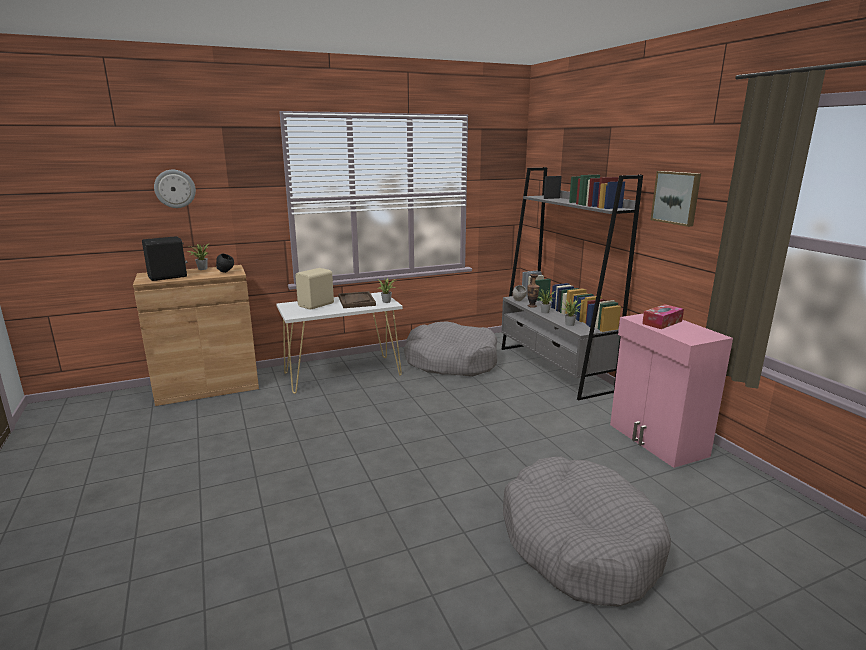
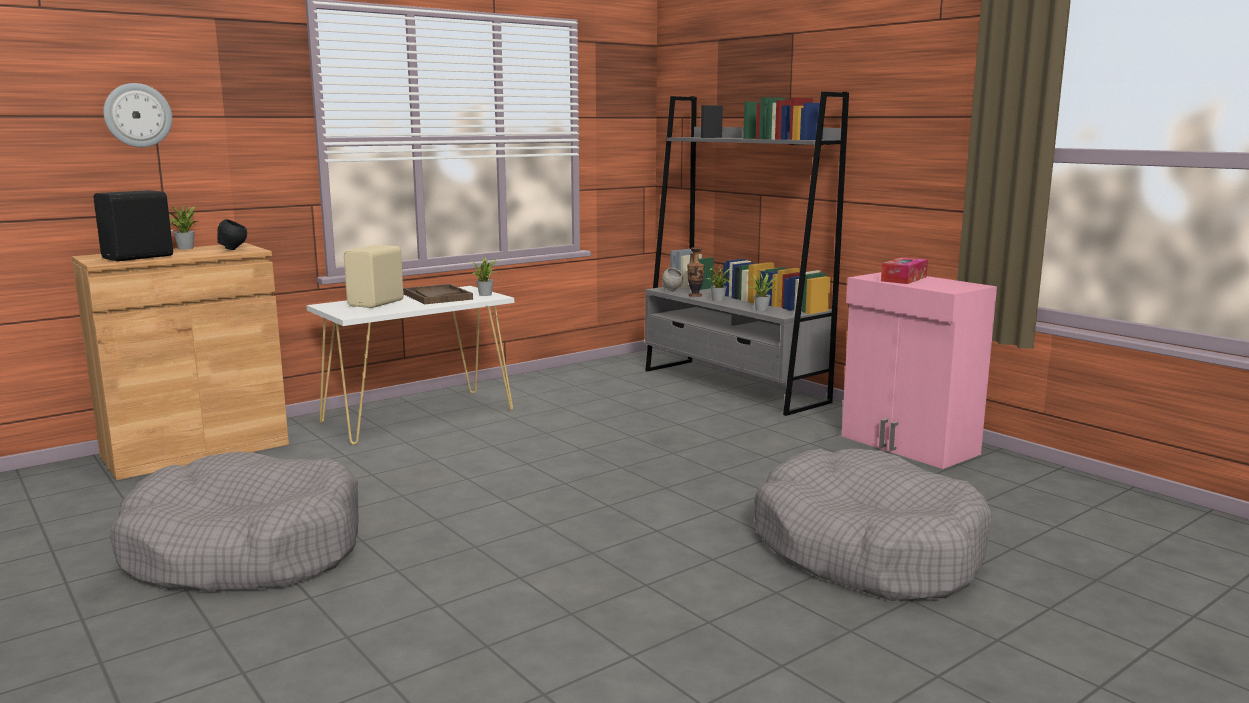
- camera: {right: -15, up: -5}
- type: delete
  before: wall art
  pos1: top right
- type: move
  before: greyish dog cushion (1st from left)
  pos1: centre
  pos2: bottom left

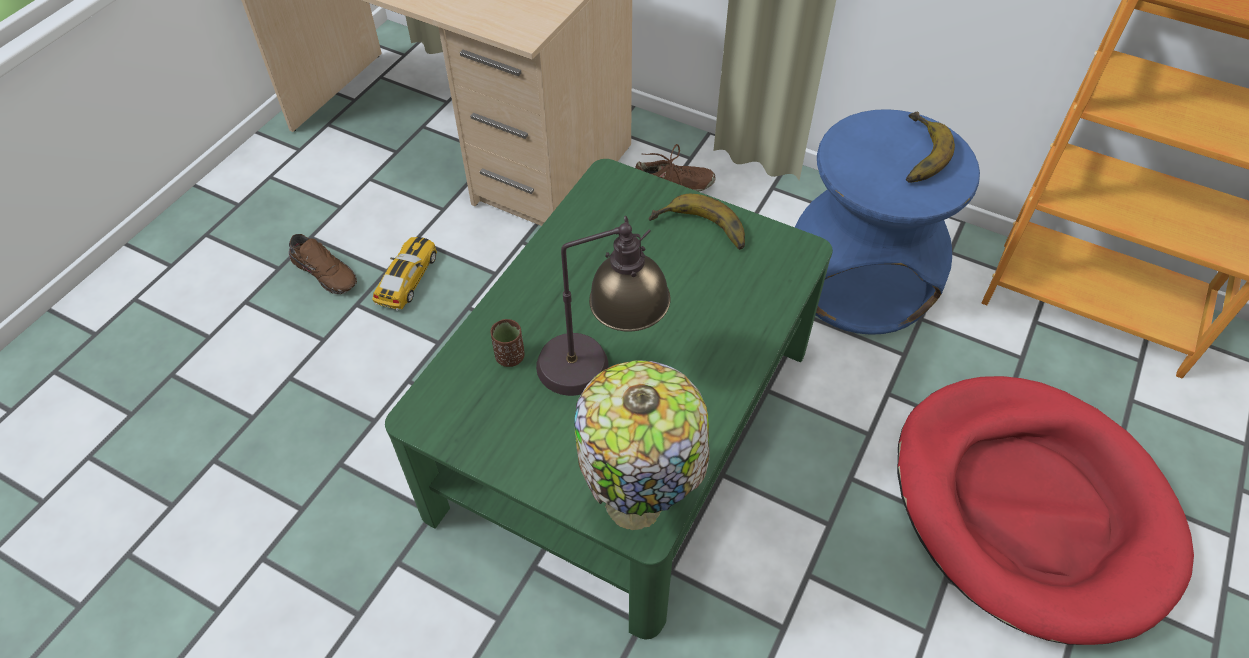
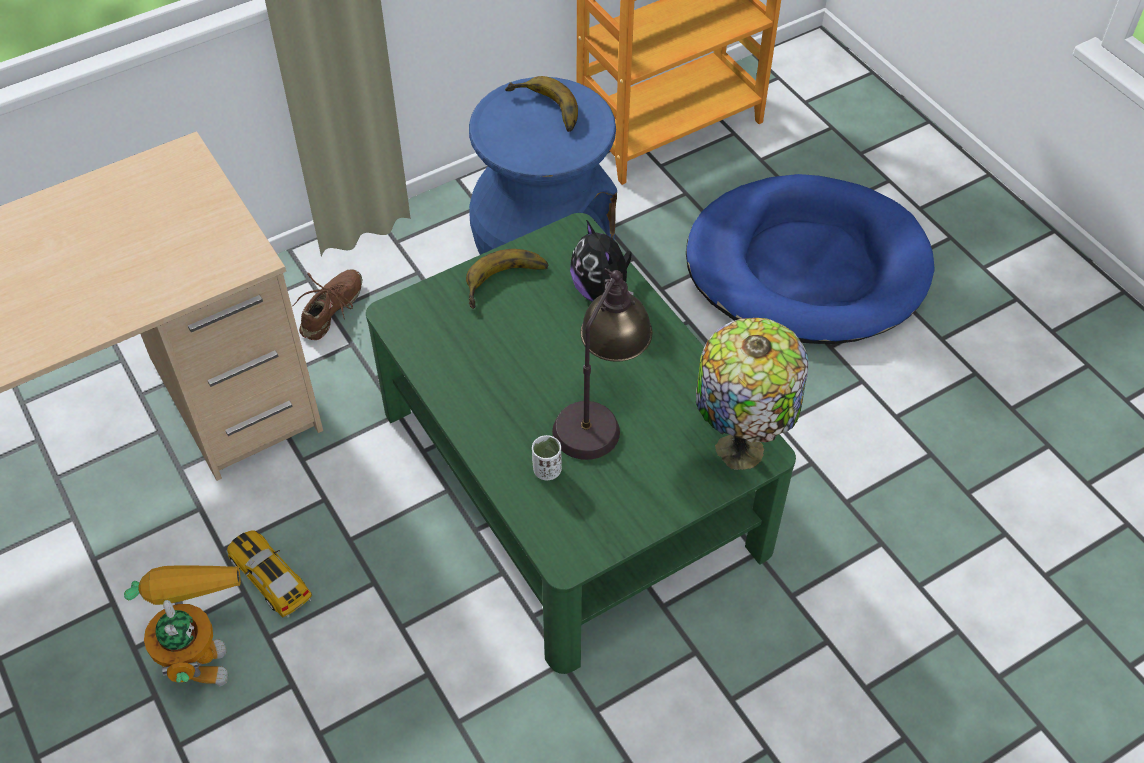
- camera: {right: -60, up: 0}
- type: insert
  after: soft toy
  pos2: centre
- type: replace
  before: brown-coloured shoe (1st from left)
  after: model robot
  pos1: middle left
  pos2: bottom left
- type: recolor
  before: brown-coloured cup
  after: white-coloured cup
  pos1: centre
  pos2: centre
- type: recolor
  before: red-coloured dog cushion
  after: blue-coloured dog cushion
  pos1: bottom right
  pos2: middle right

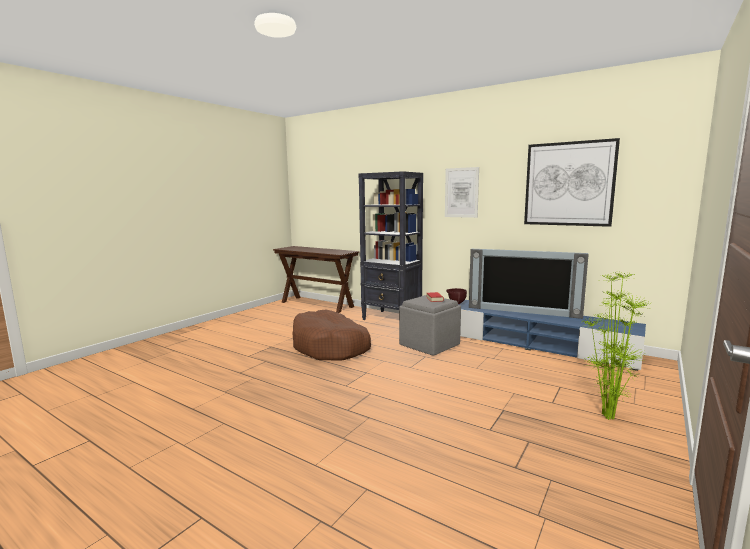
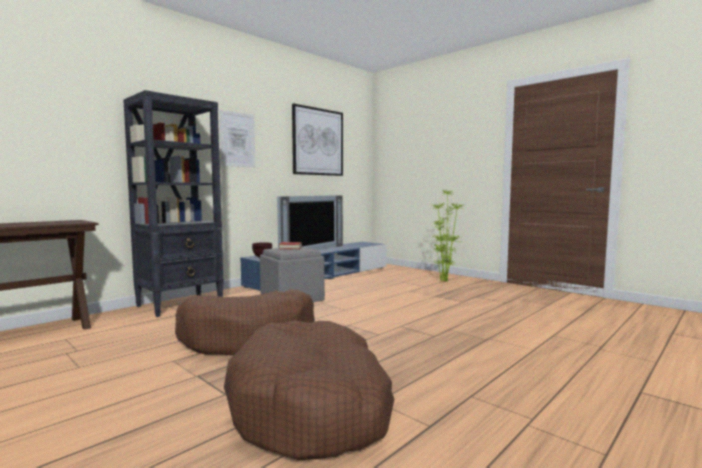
- camera: {right: -80, up: -5}
- type: insert
  after: brown-coloured dog cushion (2nd from left)
  pos2: bottom centre

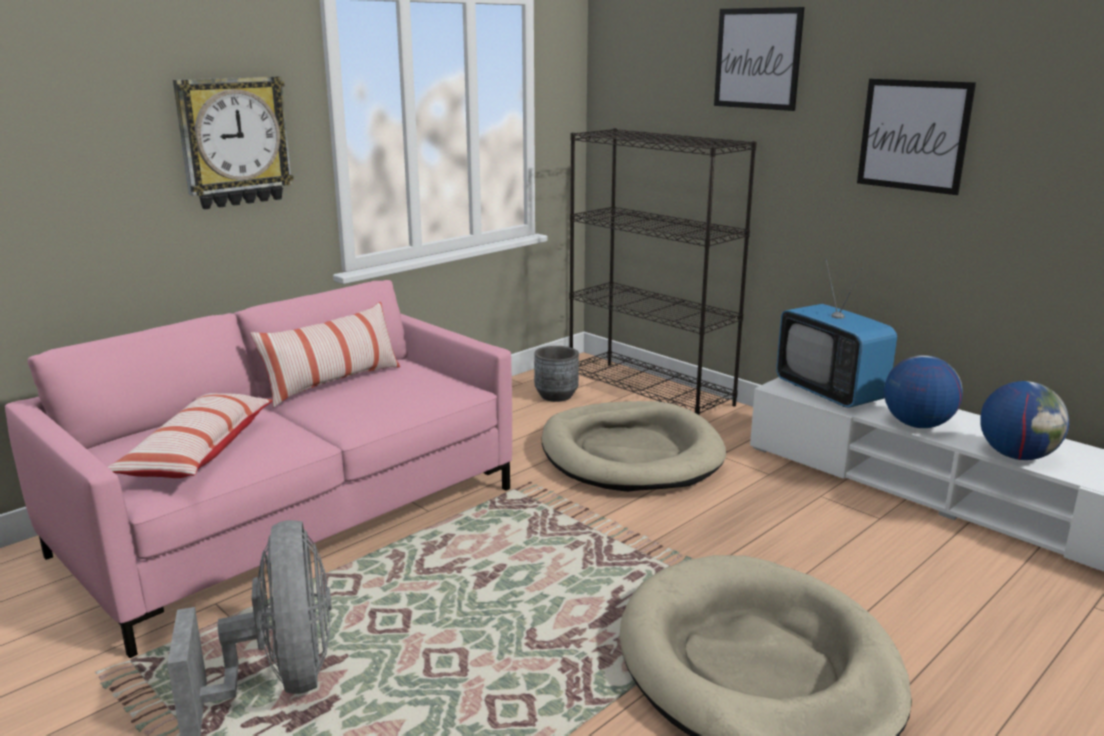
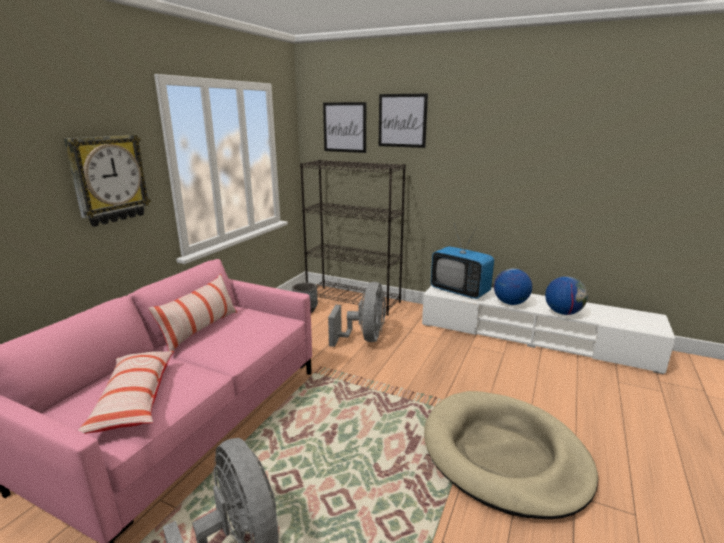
- camera: {right: -20, up: 0}
- type: move
  before: wall art (2nd from left in the first image)
  after: wall art (1st from left)
  pos1: top right
  pos2: top centre
- type: replace
  before: sand-coloured dog cushion (1st from left)
  after: greyish electric fan (2nd from left)
  pos1: centre
  pos2: centre

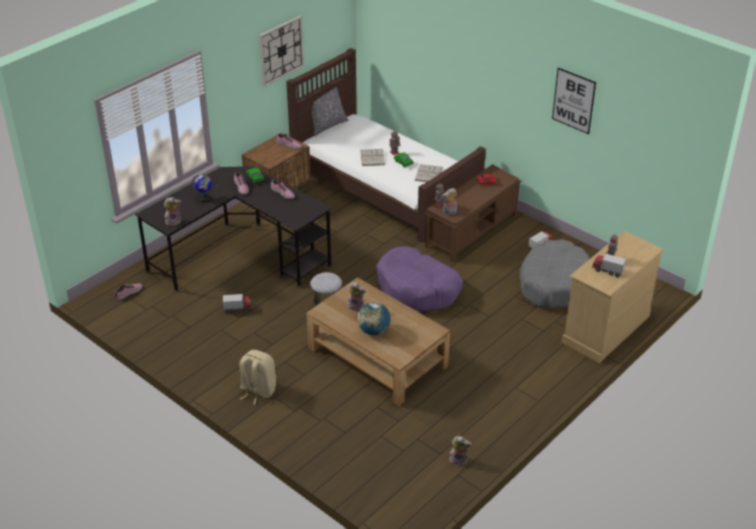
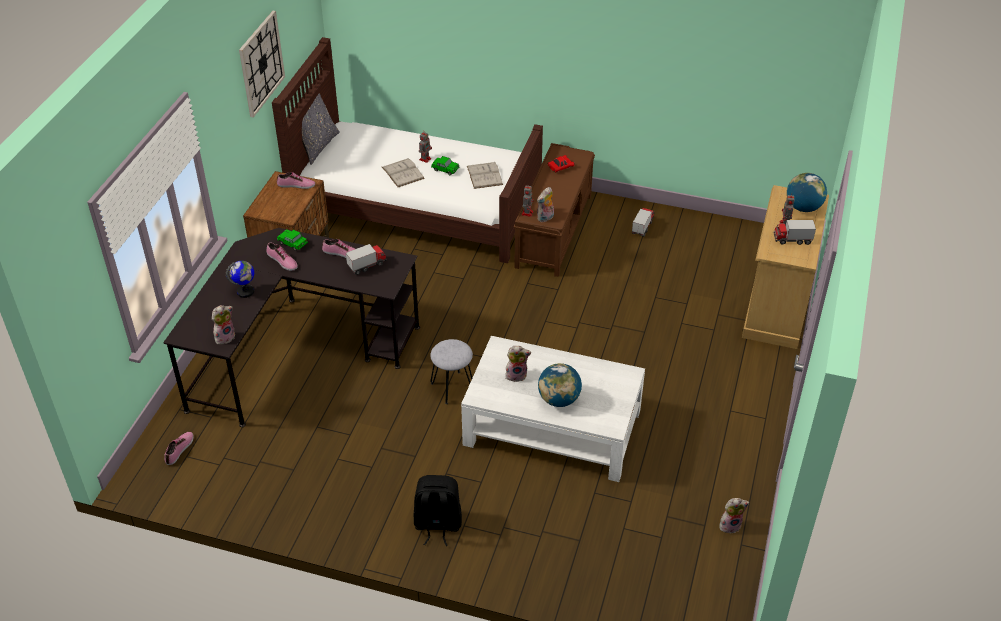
- camera: {right: -25, up: 5}
- type: delete
  before: purple dog cushion
  pos1: centre
- type: delete
  before: greyish dog cushion
  pos1: middle right
- type: delete
  before: wall art
  pos1: top right
- type: insert
  after: globe (3rd from left)
  pos2: top right
- type: move
  before: model truck (1st from left)
  pos1: middle left
  pos2: centre
- type: recolor
  before: sand-coloured backpack
  after: black-coloured backpack
  pos1: bottom centre
  pos2: bottom centre
- type: recolor
  before: brown-coloured coffee table
  after: white-coloured coffee table
  pos1: centre
  pos2: centre

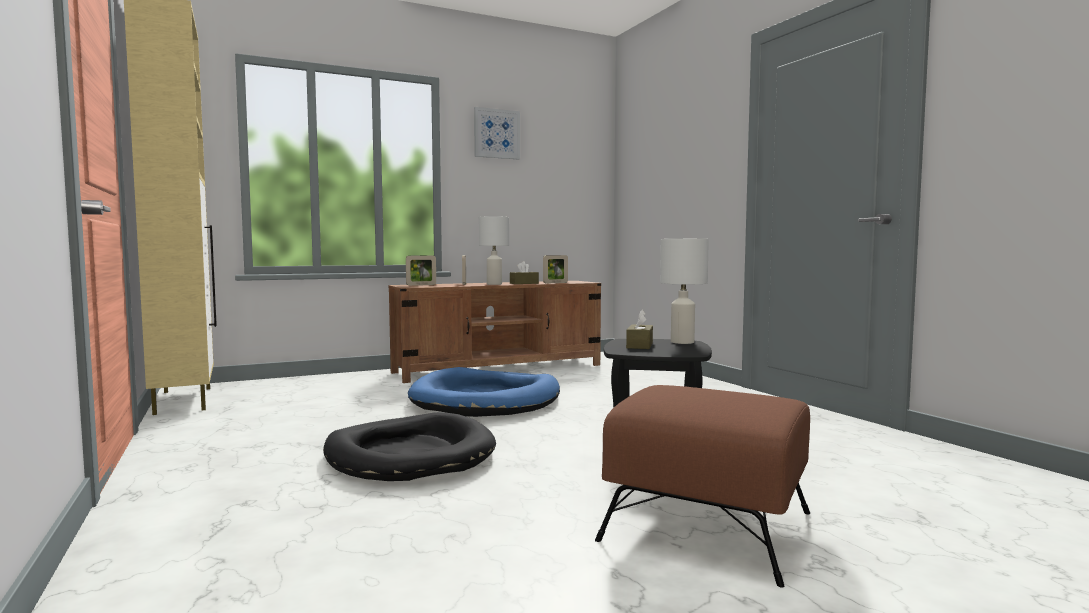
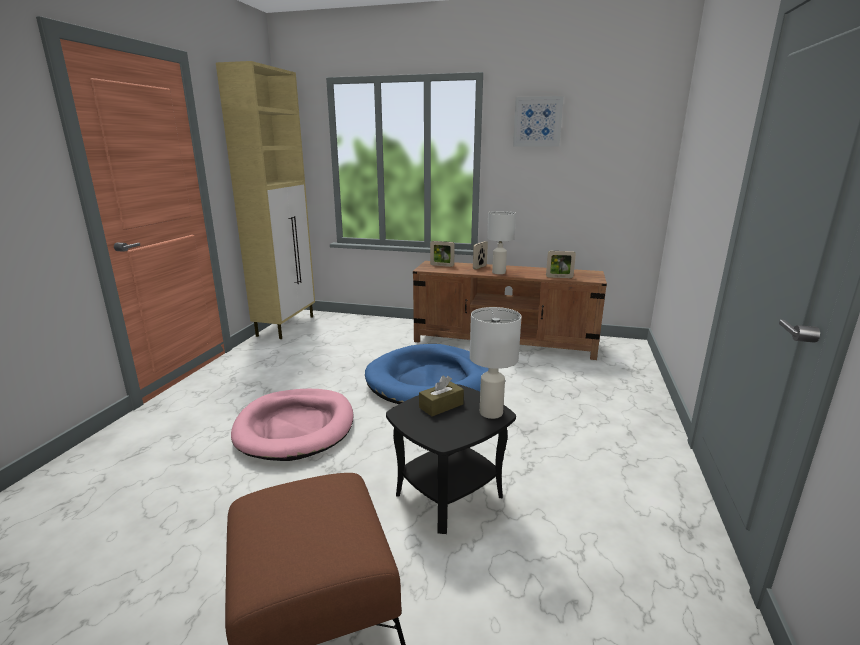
- camera: {right: 40, up: 15}
- type: delete
  before: brown-coloured box of tissues (1st from left)
  pos1: centre
- type: recolor
  before: black-coloured dog cushion
  after: pink dog cushion
  pos1: bottom centre
  pos2: centre

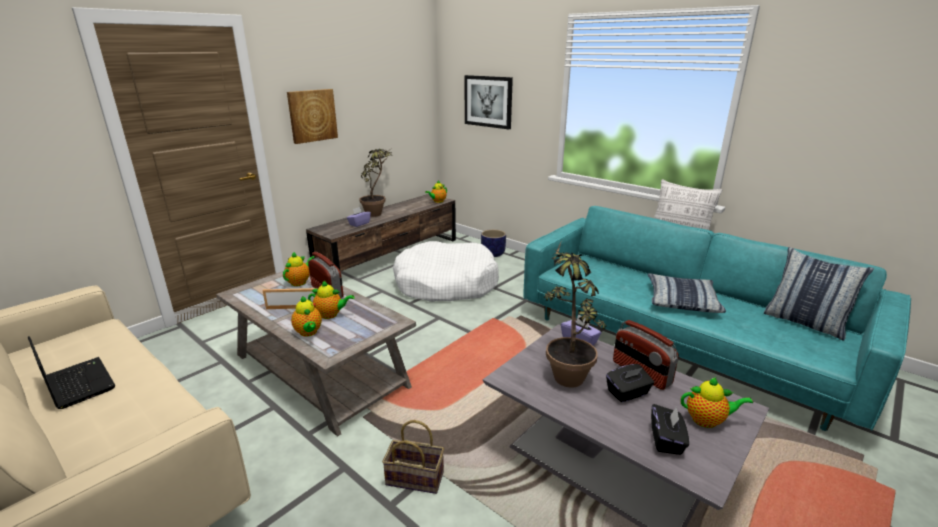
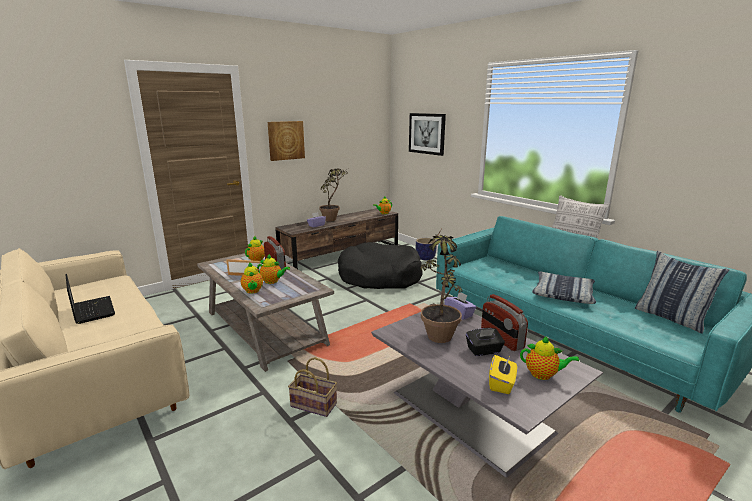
- camera: {right: 10, up: -5}
- type: recolor
  before: white-coloured dog cushion
  after: black-coloured dog cushion
  pos1: centre
  pos2: centre
- type: recolor
  before: black-coloured box of tissues (2nd from left)
  after: yellow-coloured box of tissues
  pos1: bottom right
  pos2: bottom right

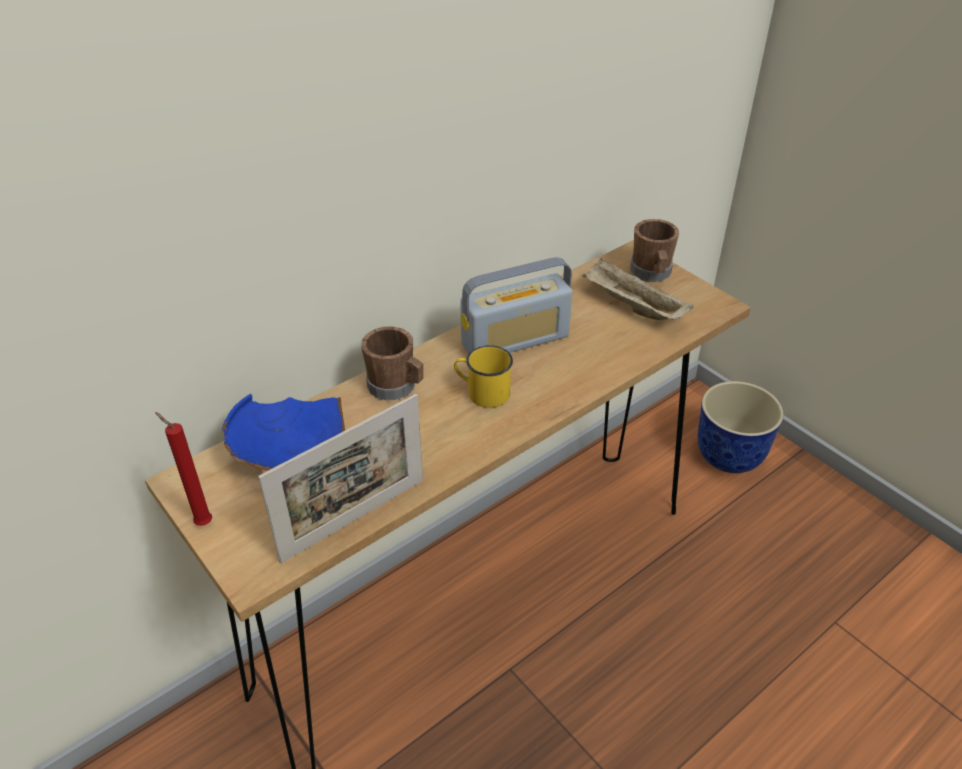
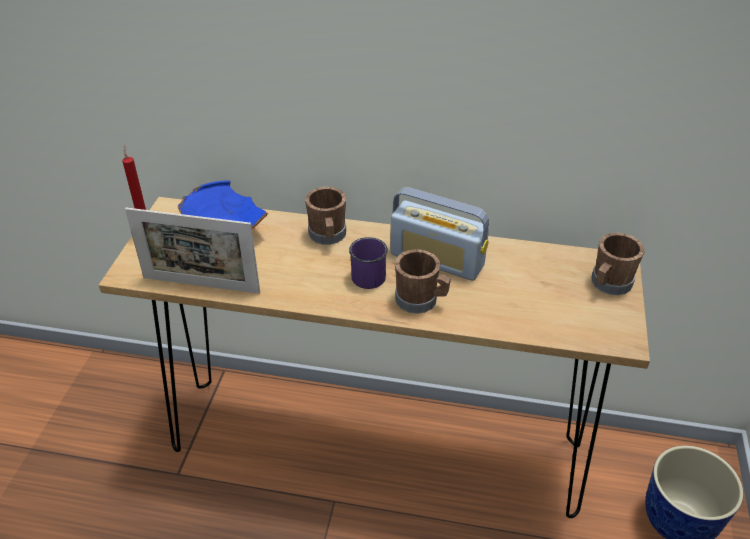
- camera: {right: 50, up: 0}
- type: delete
  before: sand-coloured serving tray
  pos1: centre
- type: insert
  after: brown-coloured mug (2nd from left)
  pos2: centre
- type: recolor
  before: yellow-coloured mug
  after: purple mug
  pos1: centre
  pos2: centre

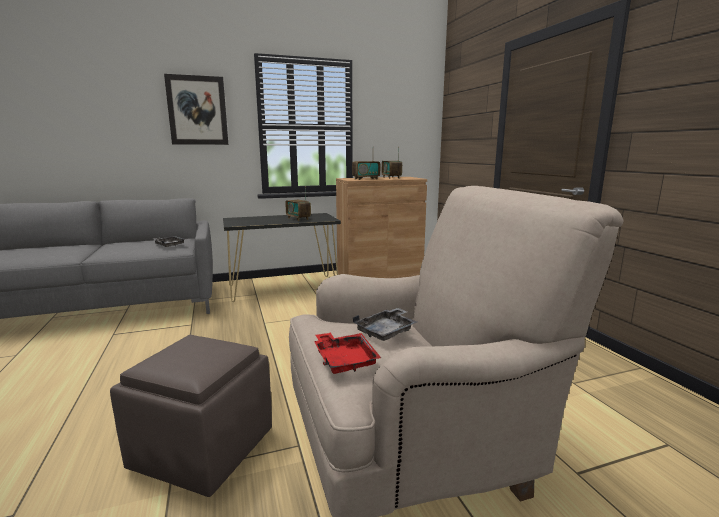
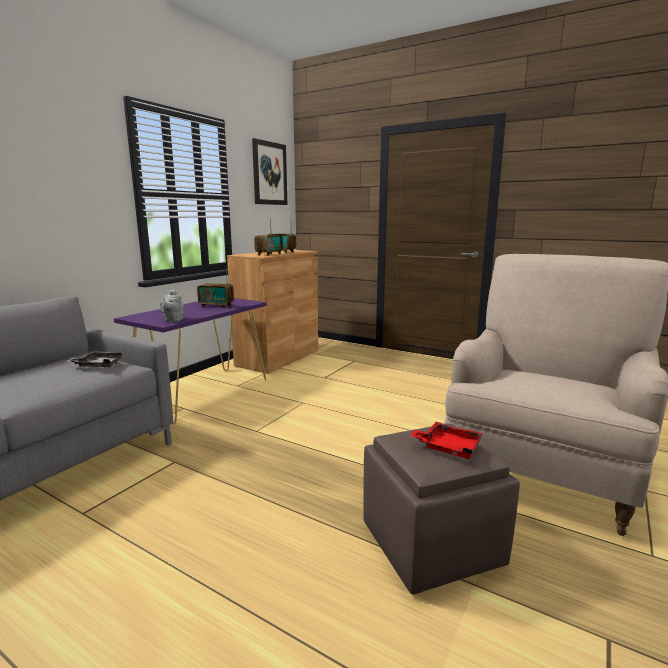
- camera: {right: -40, up: 0}
- type: delete
  before: greyish serving tray (2nd from left)
  pos1: centre
- type: insert
  after: greyish teapot
  pos2: middle left
- type: move
  before: wall art
  pos1: top left
  pos2: top centre
- type: move
  before: red-coloured serving tray
  pos1: bottom centre
  pos2: middle right
- type: recolor
  before: black-coloured narrow table
  after: purple narrow table
  pos1: centre
  pos2: middle left

